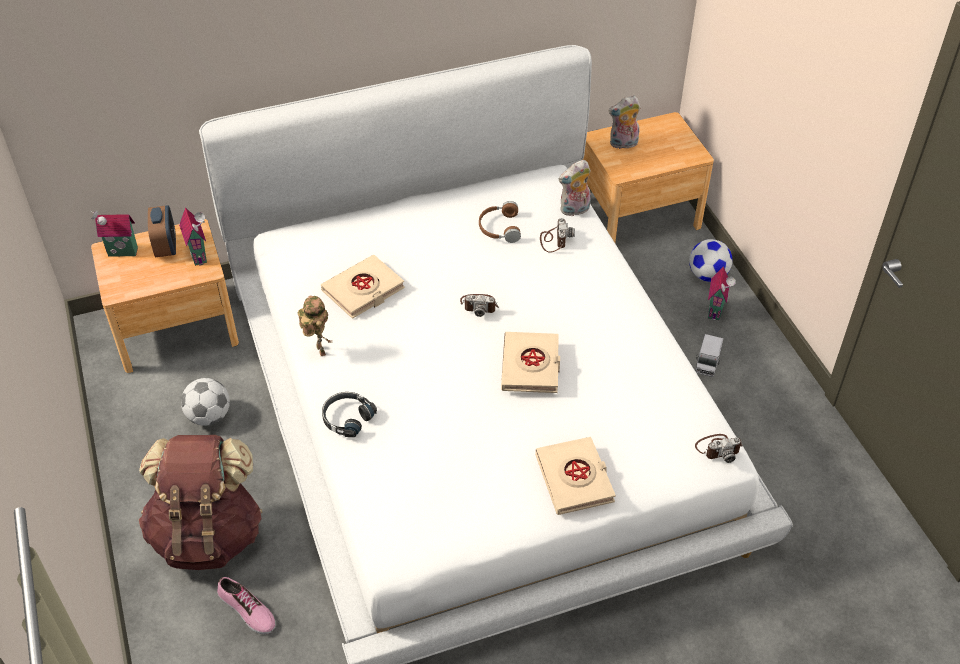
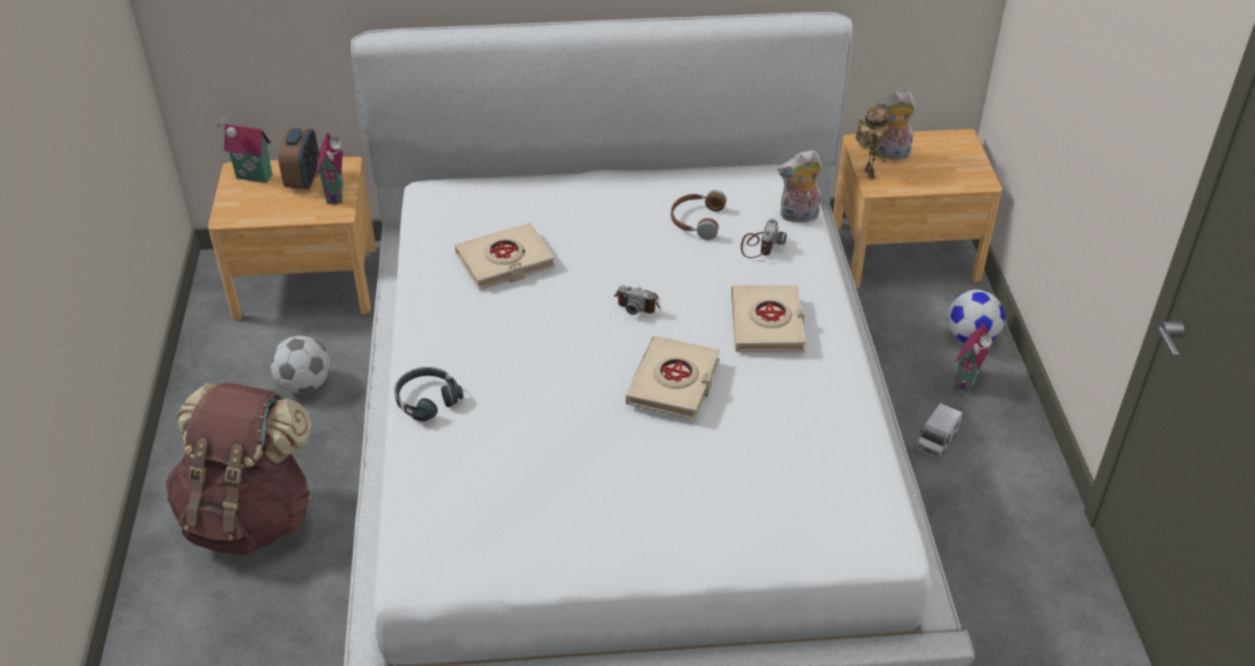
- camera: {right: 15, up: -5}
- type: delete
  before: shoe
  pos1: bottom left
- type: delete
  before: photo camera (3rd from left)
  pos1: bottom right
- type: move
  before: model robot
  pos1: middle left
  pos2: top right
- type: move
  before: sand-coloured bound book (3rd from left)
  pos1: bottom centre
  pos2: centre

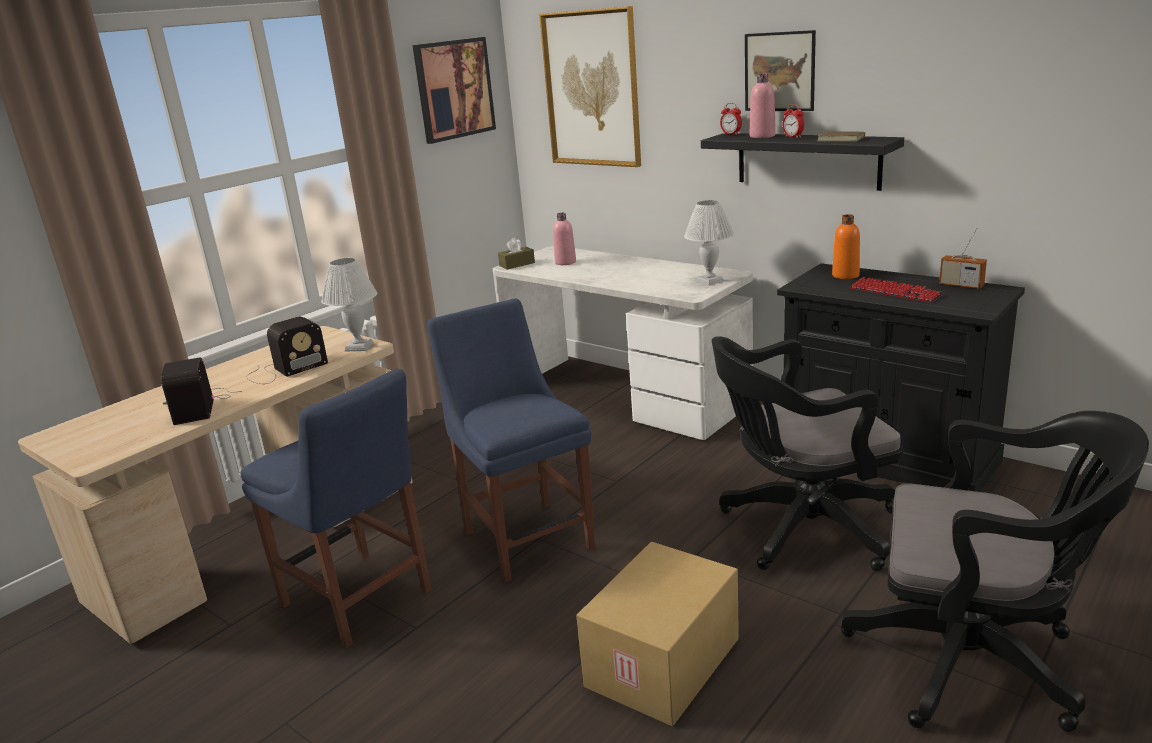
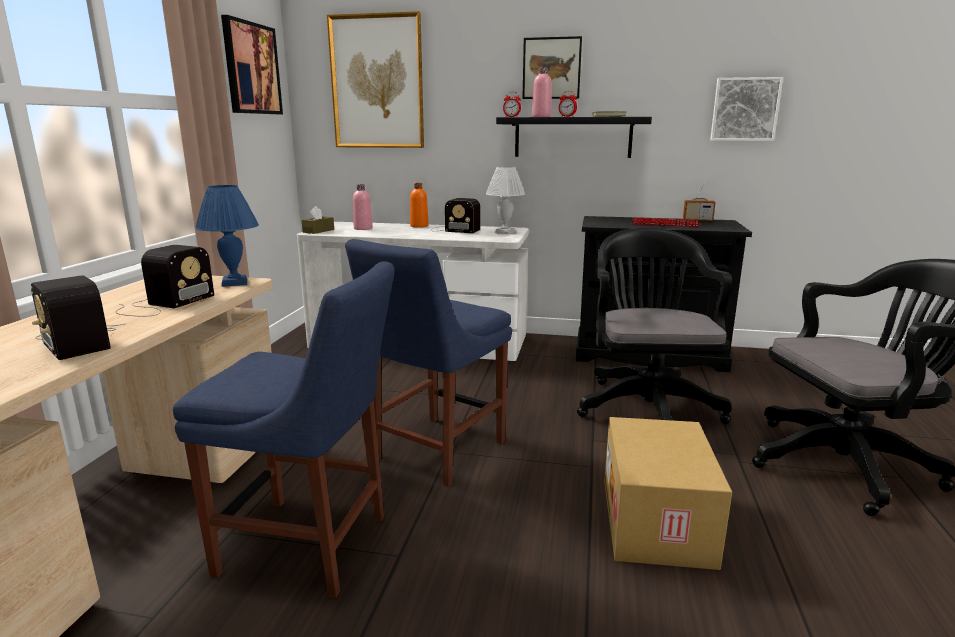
- camera: {right: -30, up: -5}
- type: insert
  after: radio (3rd from left)
  pos2: centre
- type: insert
  after: wall art (4th from left)
  pos2: top right
- type: move
  before: orangey drink bottle
  pos1: top right
  pos2: top centre
- type: recolor
  before: white-coloured lamp for a table (1st from left)
  after: blue-coloured lamp for a table
  pos1: middle left
  pos2: middle left
- type: rotate
  before: blue-coloured plain chair (2nd from left)
  pos1: centre
  pos2: centre
  turn: -90
- type: rotate
  before: black-coloured desk chair (1st from left)
  pos1: middle right
  pos2: middle right
  turn: 135

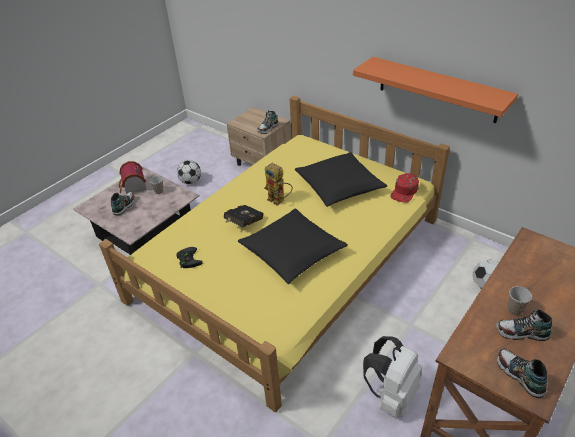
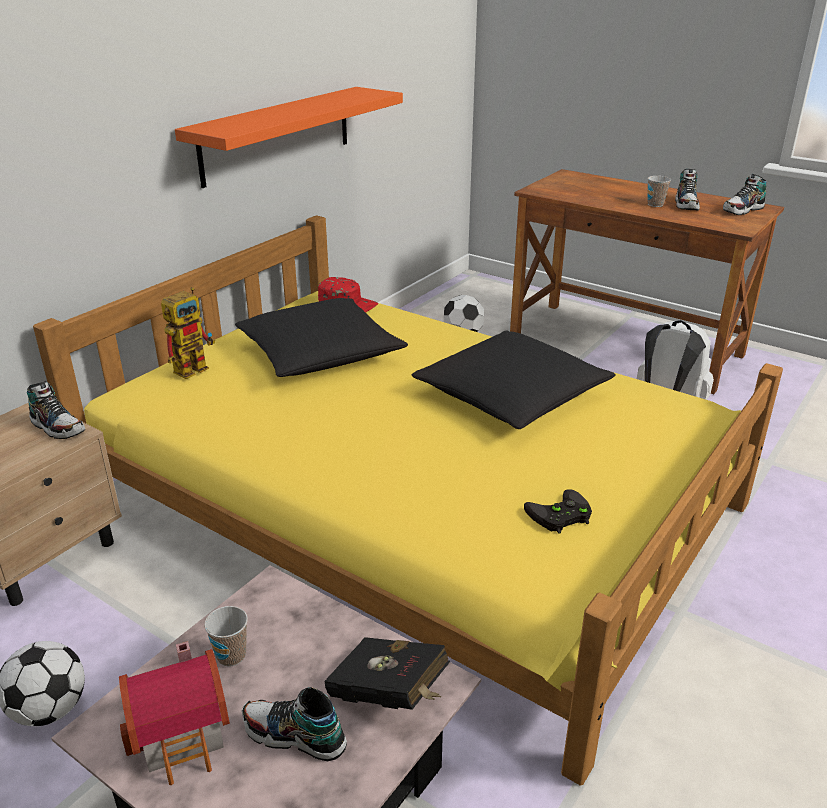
- camera: {right: -95, up: -10}
- type: move
  before: black-coloured bound book
  pos1: centre
  pos2: bottom centre
- type: move
  before: model robot
  pos1: centre
  pos2: middle left

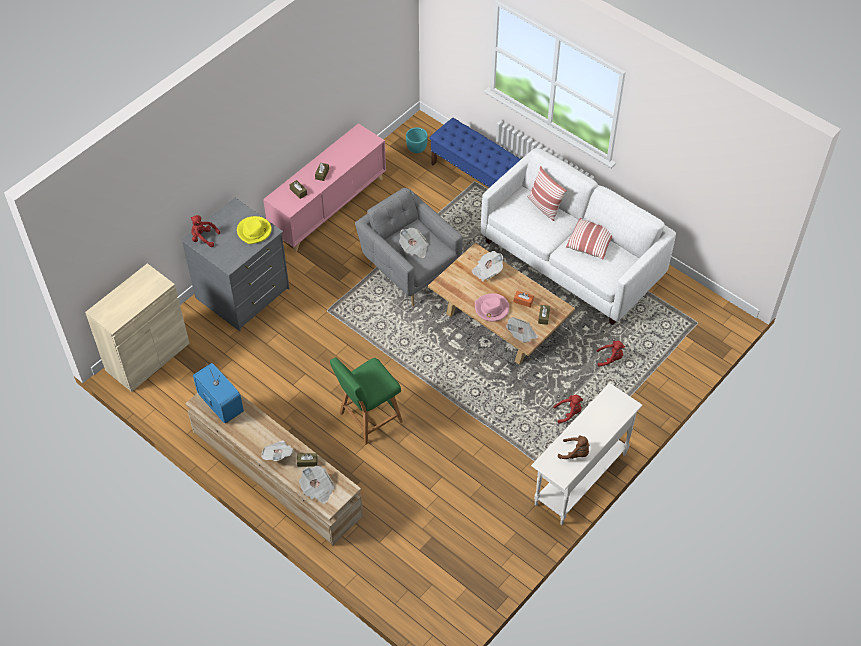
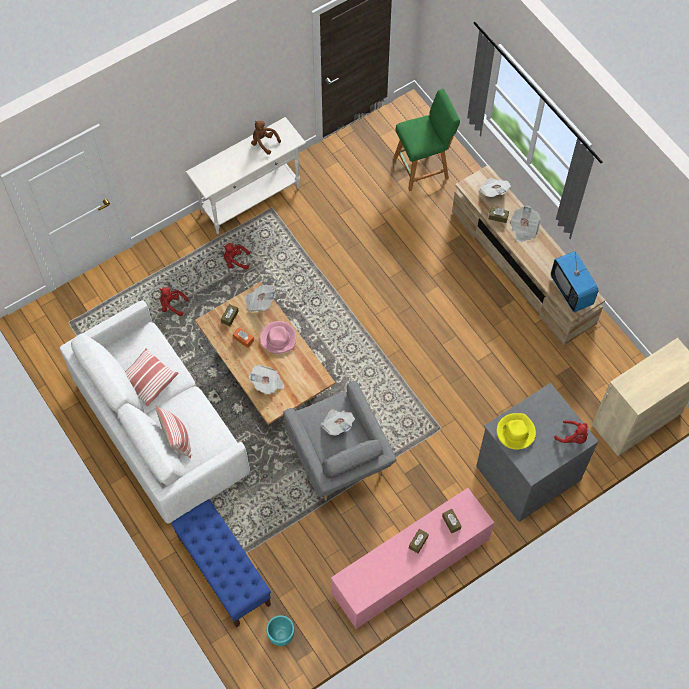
- camera: {right: -165, up: 10}
- type: move
  before: green-coloured stool
  pos1: centre
  pos2: top centre

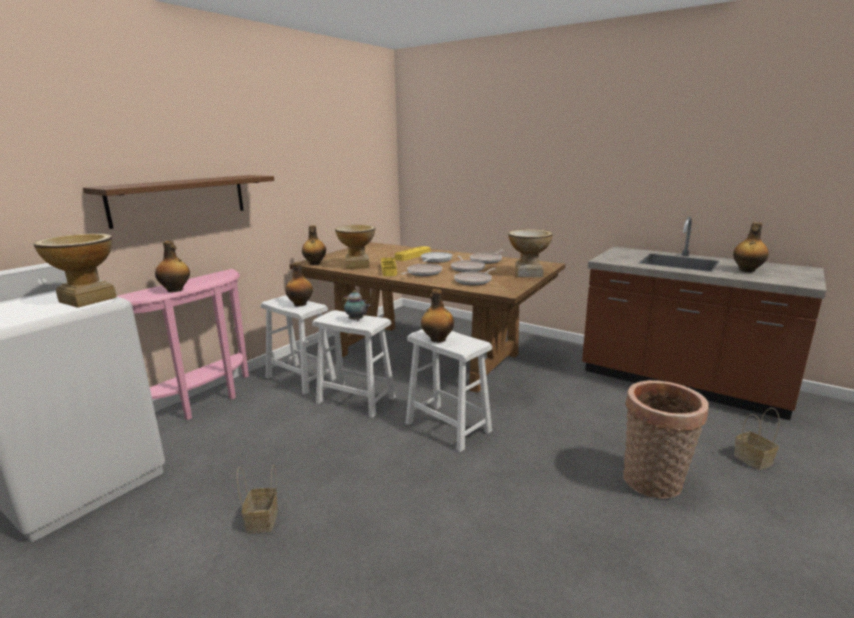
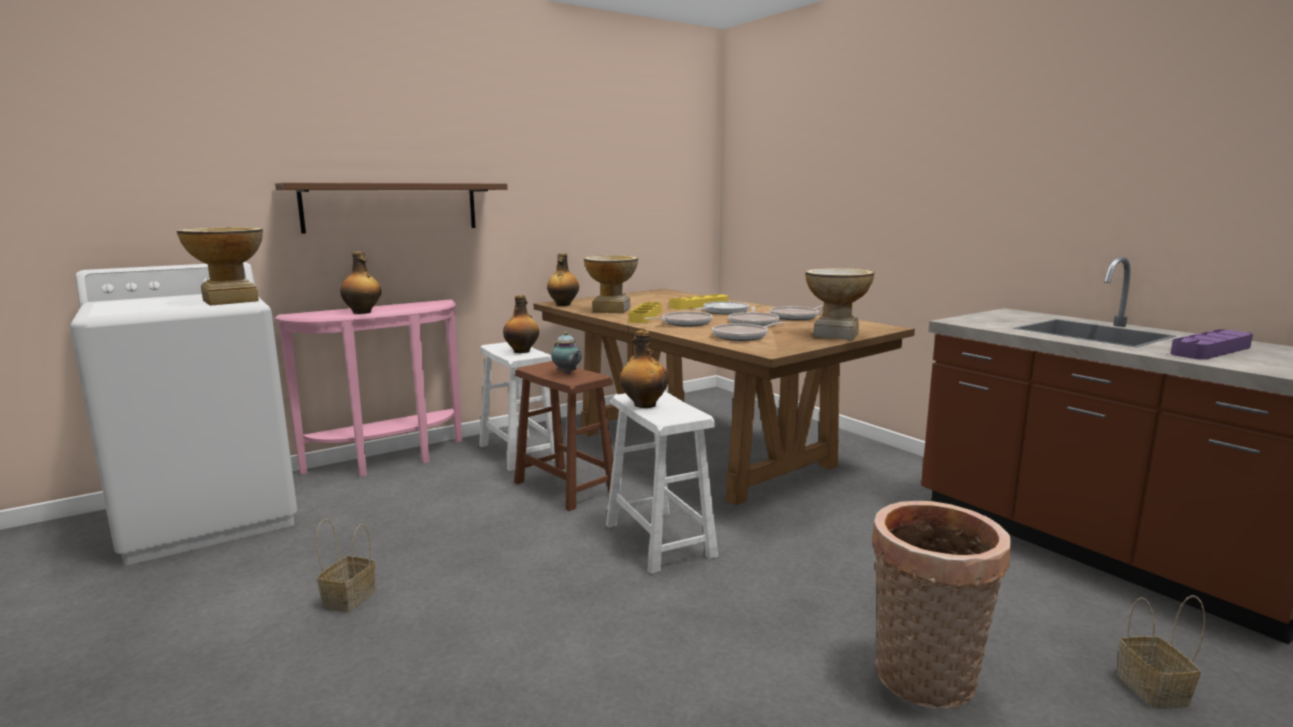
- camera: {right: 20, up: -5}
- type: replace
  before: drink bottle (5th from left)
  after: purple serving tray
  pos1: middle right
  pos2: middle right
- type: recolor
  before: white-coloured stool (2nd from left)
  after: brown-coloured stool
  pos1: centre
  pos2: centre

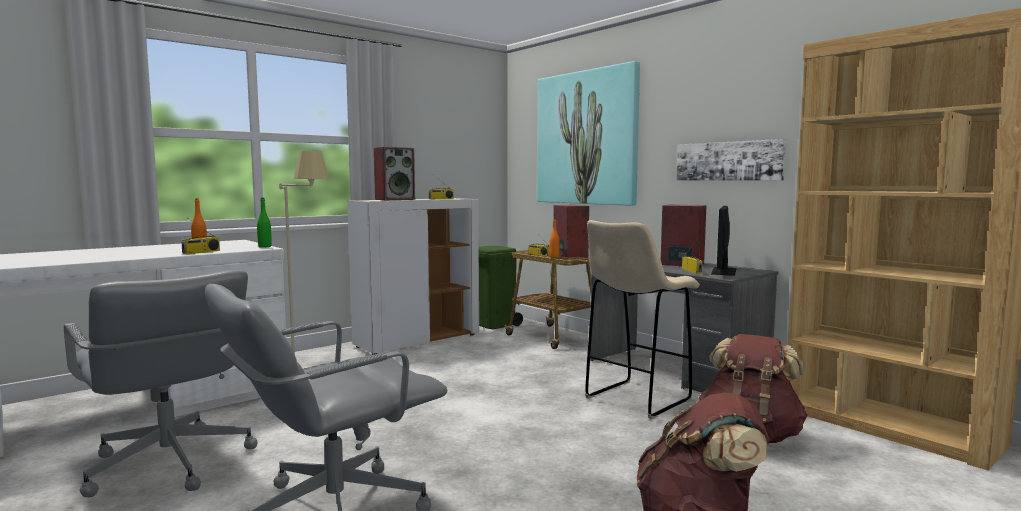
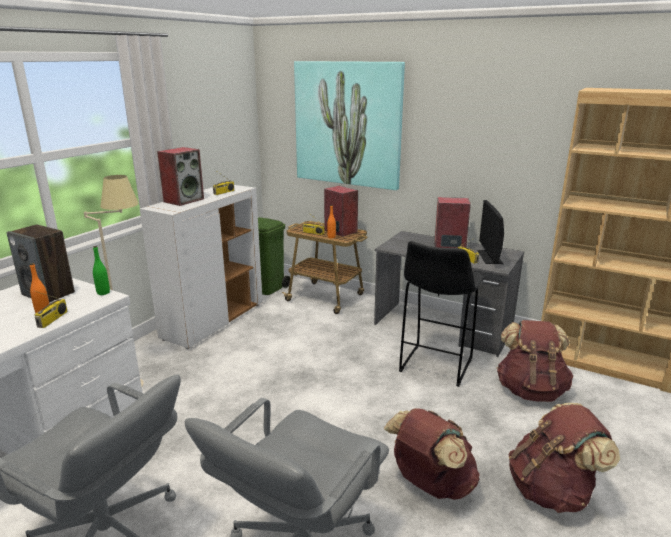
- camera: {right: -20, up: 15}
- type: delete
  before: wall art (2nd from left)
  pos1: top right
- type: insert
  after: audio speaker (1st from left)
  pos2: middle left
- type: insert
  after: brown-coloured backpack (1st from left)
  pos2: bottom centre
- type: recolor
  before: sand-coloured stool
  after: black-coloured stool
  pos1: centre
  pos2: centre

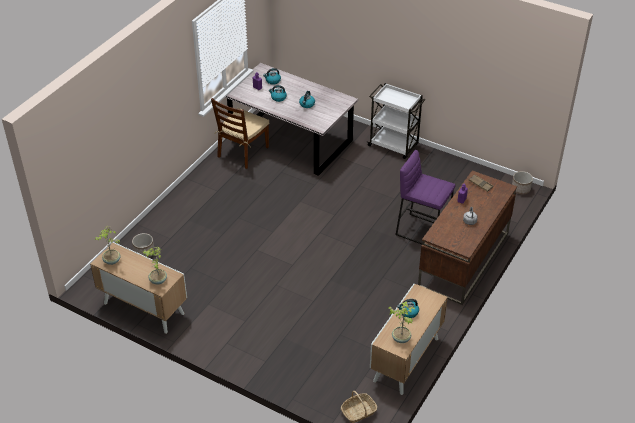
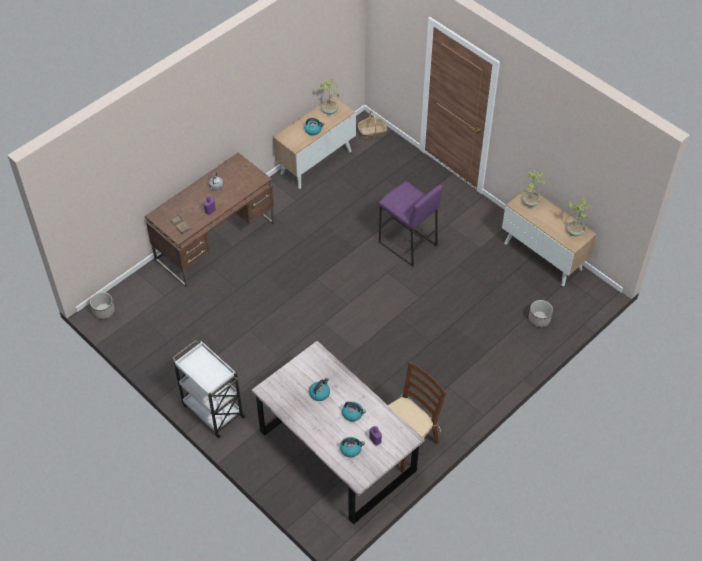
- camera: {right: -165, up: 10}
- type: move
  before: purple stool
  pos1: middle right
  pos2: centre

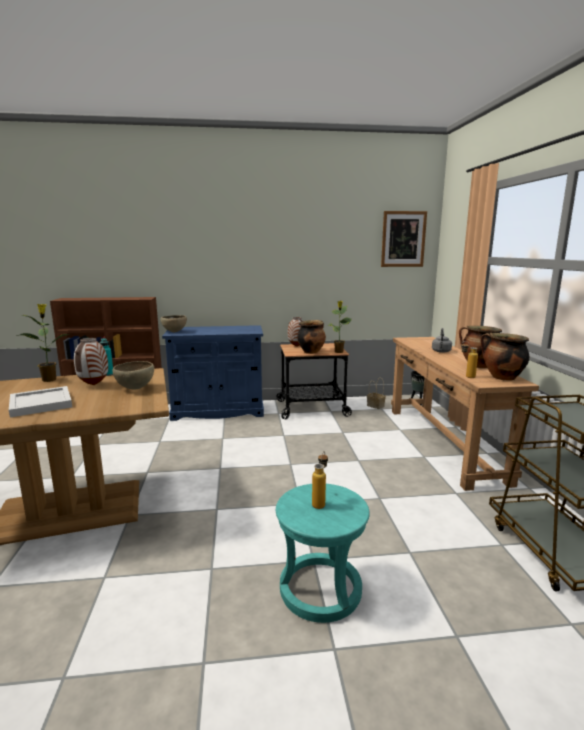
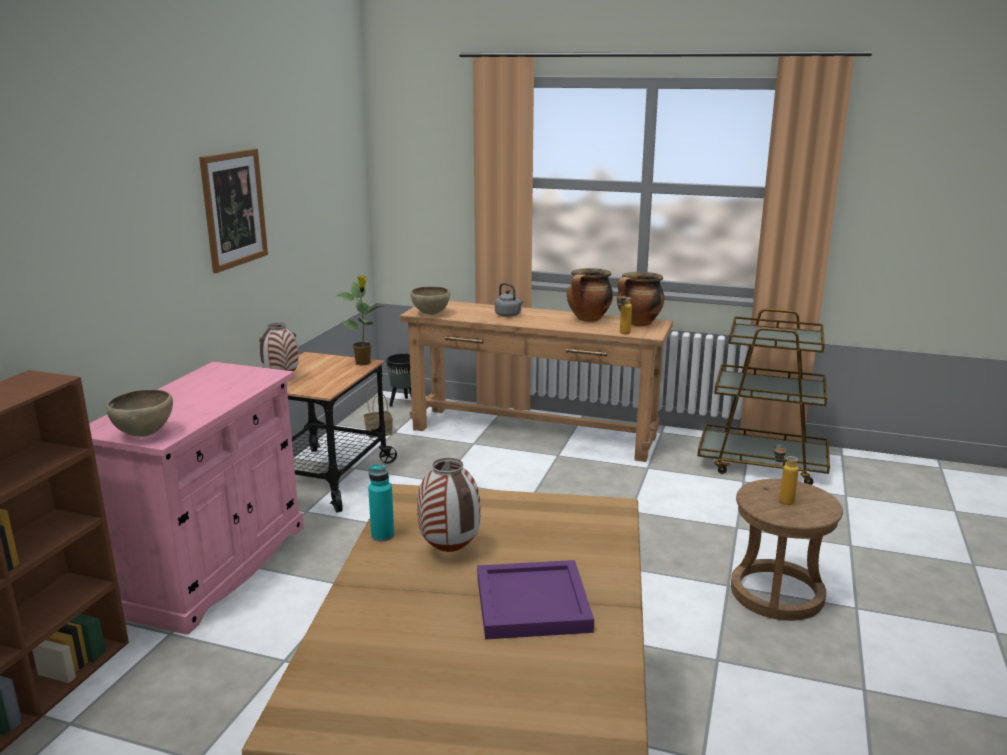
- camera: {right: -65, up: 5}
- type: delete
  before: plant in a pot (1st from left)
  pos1: middle left
- type: delete
  before: stockpot (1st from left)
  pos1: centre
- type: move
  before: brown-coloured bowl (1st from left in the first image)
  after: brown-coloured bowl (2nd from left)
  pos1: middle left
  pos2: centre
- type: move
  before: wall art
  pos1: top right
  pos2: top left
- type: recolor
  before: white-coloured serving tray
  after: purple serving tray
  pos1: middle left
  pos2: bottom centre
- type: recolor
  before: blue-coloured cabinet
  after: pink cabinet
  pos1: centre
  pos2: middle left
- type: recolor
  before: turquoise-coloured stool
  after: brown-coloured stool
  pos1: bottom centre
  pos2: bottom right

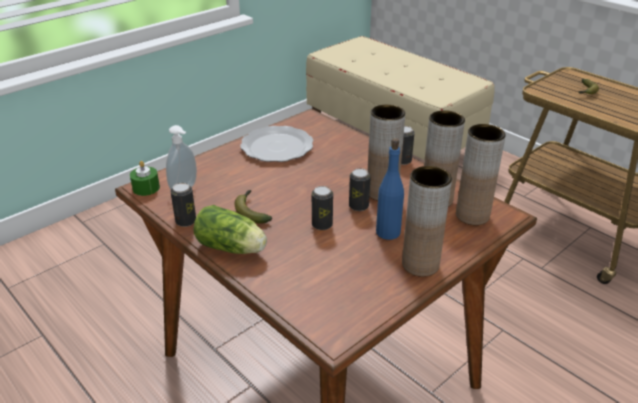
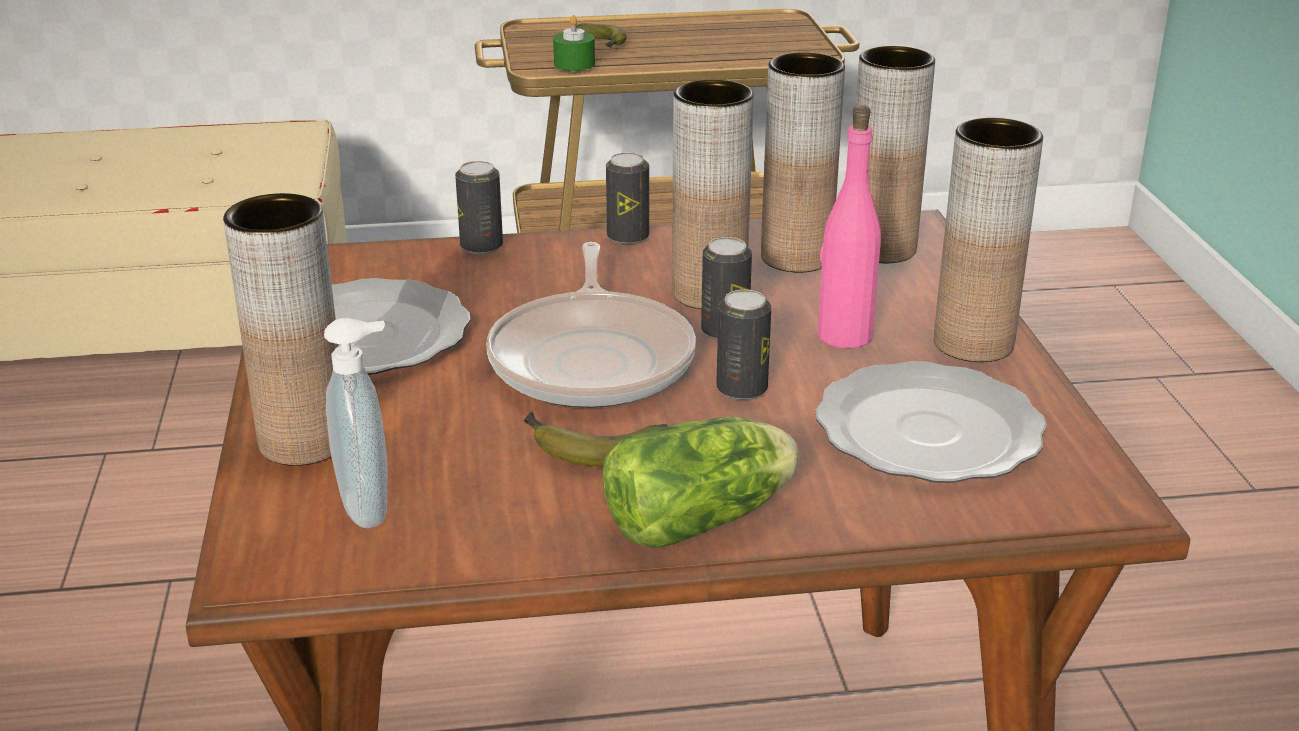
- camera: {right: -55, up: -5}
- type: insert
  after: brown-coloured flower vase (1st from left)
  pos2: middle left
- type: insert
  after: pan
  pos2: centre
- type: insert
  after: dinner plate (2nd from left)
  pos2: middle right
- type: move
  before: green-coloured wax candle
  pos1: middle left
  pos2: top centre
- type: move
  before: sealed can (1st from left)
  pos1: middle left
  pos2: top centre
- type: recolor
  before: blue-coloured drink bottle
  after: pink drink bottle
  pos1: centre
  pos2: top centre

